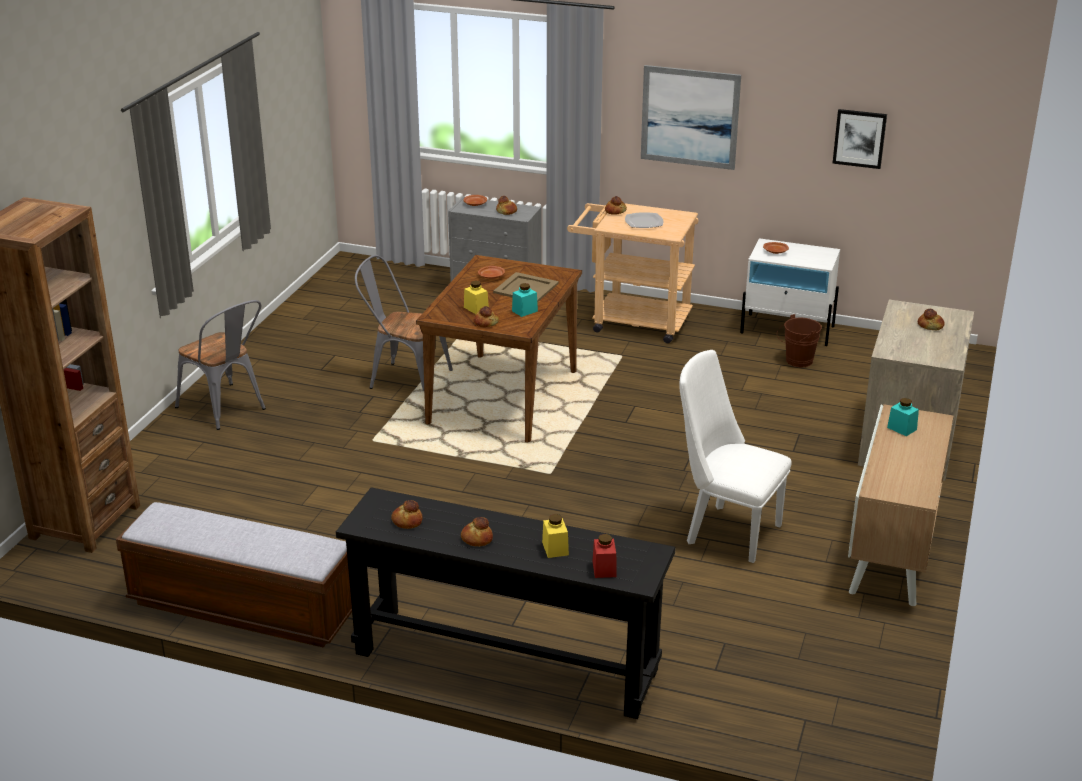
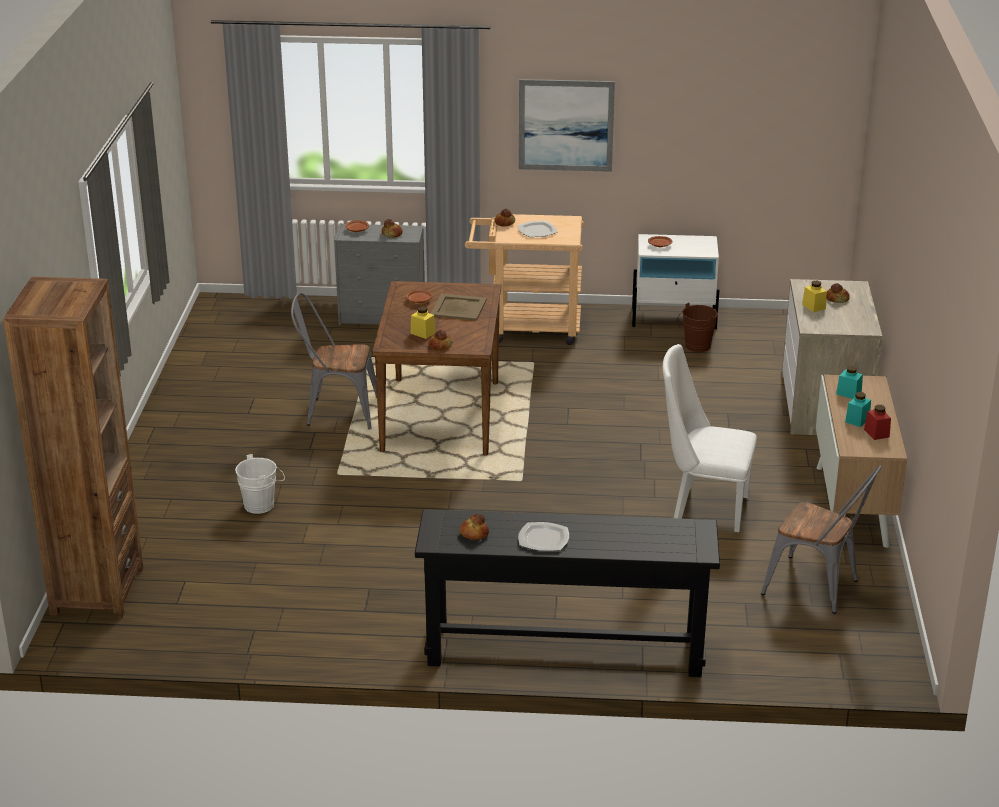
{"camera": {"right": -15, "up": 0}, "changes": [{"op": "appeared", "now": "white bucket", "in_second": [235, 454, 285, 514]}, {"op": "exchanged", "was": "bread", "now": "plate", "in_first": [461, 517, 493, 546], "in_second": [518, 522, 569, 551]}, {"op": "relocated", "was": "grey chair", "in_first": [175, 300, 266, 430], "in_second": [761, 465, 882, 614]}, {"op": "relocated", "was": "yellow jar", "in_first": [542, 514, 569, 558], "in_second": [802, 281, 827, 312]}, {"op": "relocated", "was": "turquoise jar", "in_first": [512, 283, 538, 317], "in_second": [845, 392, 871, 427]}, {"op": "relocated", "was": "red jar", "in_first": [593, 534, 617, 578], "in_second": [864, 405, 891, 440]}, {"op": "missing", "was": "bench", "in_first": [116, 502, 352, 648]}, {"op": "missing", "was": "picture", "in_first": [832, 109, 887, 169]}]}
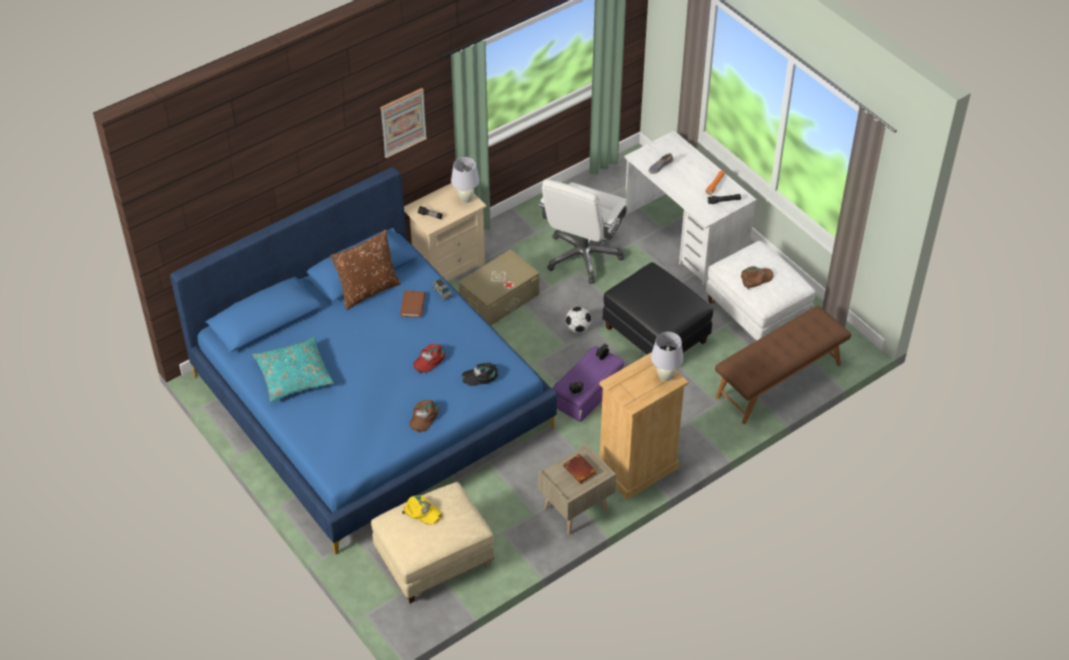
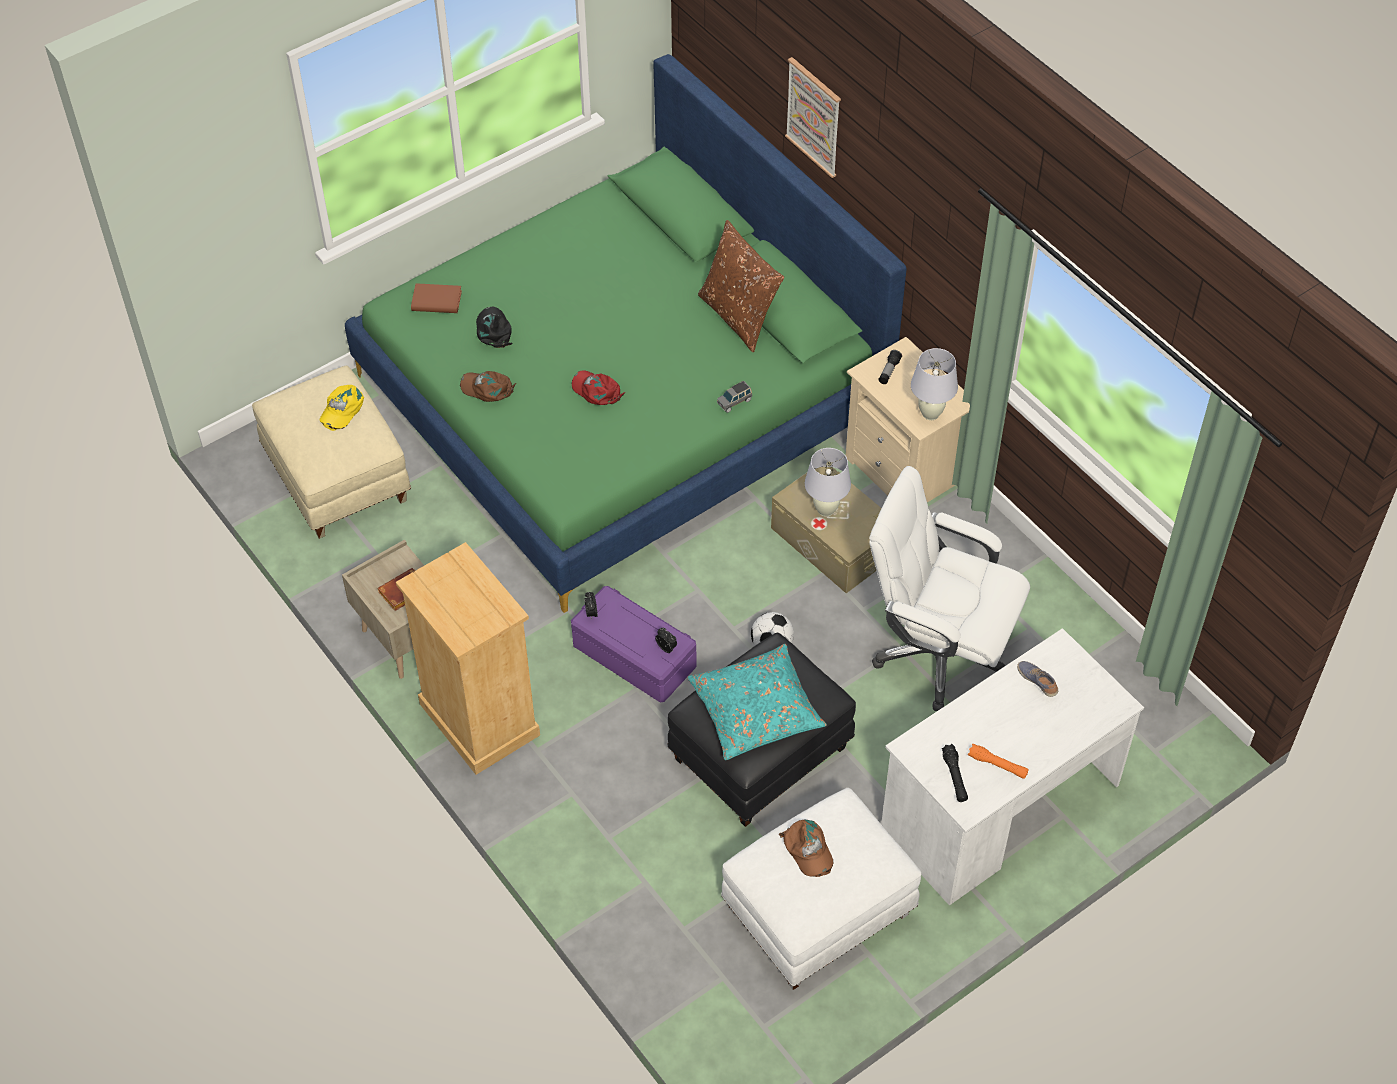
{"camera": {"right": 90, "up": 5}, "changes": [{"op": "colour", "was": "blue bed", "now": "green bed", "in_first": [170, 167, 557, 555], "in_second": [345, 54, 907, 613]}, {"op": "relocated", "was": "brown book", "in_first": [400, 291, 425, 318], "in_second": [411, 283, 462, 313]}, {"op": "relocated", "was": "black cap", "in_first": [462, 363, 498, 386], "in_second": [476, 306, 512, 348]}, {"op": "relocated", "was": "turquoise pillow", "in_first": [252, 336, 334, 402], "in_second": [687, 644, 827, 760]}, {"op": "relocated", "was": "picture", "in_first": [380, 88, 427, 159], "in_second": [785, 57, 841, 178]}, {"op": "relocated", "was": "white table lamp", "in_first": [651, 332, 684, 382], "in_second": [805, 448, 851, 517]}, {"op": "missing", "was": "brown bench", "in_first": [715, 305, 851, 424]}]}
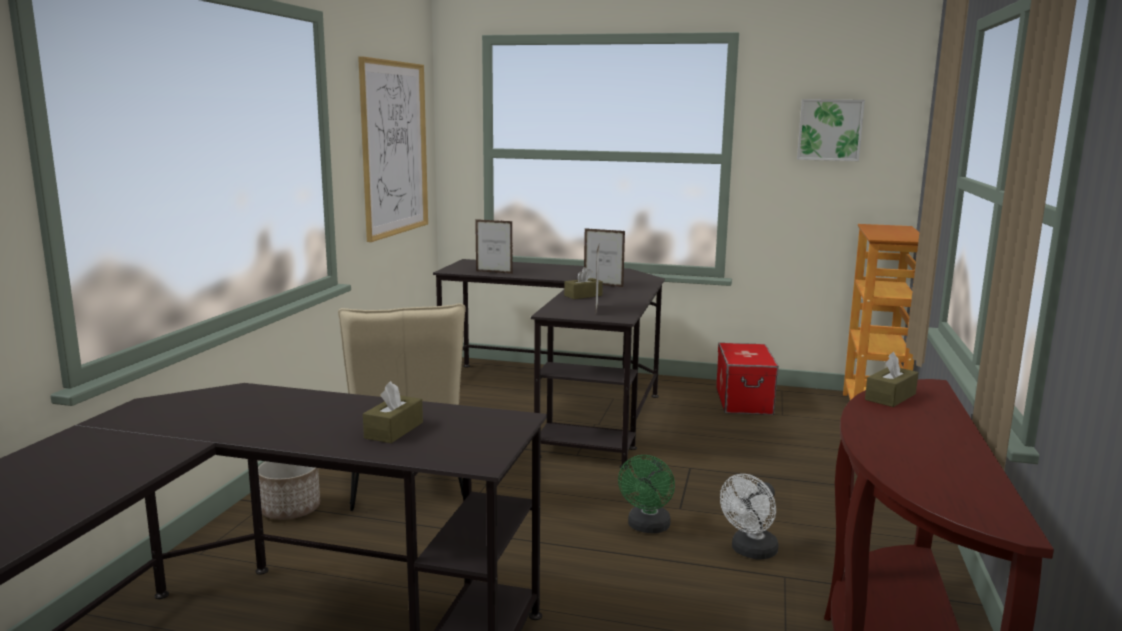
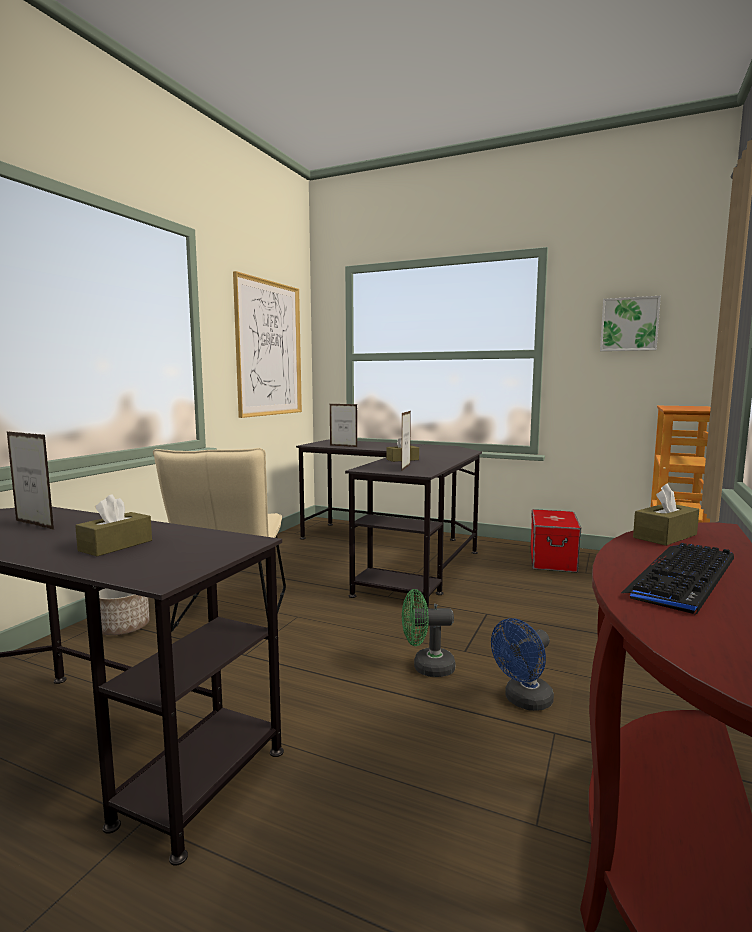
{"camera": {"right": 10, "up": -5}, "changes": [{"op": "relocated", "was": "picture frame", "in_first": [584, 228, 625, 287], "in_second": [7, 431, 54, 530]}, {"op": "spun", "was": "green fan", "in_first": [618, 455, 675, 533], "in_second": [402, 589, 455, 677], "clockwise": 60}, {"op": "colour", "was": "white fan", "now": "blue fan", "in_first": [720, 474, 779, 559], "in_second": [491, 618, 554, 711]}, {"op": "appeared", "now": "keyboard", "in_second": [621, 543, 734, 615]}]}
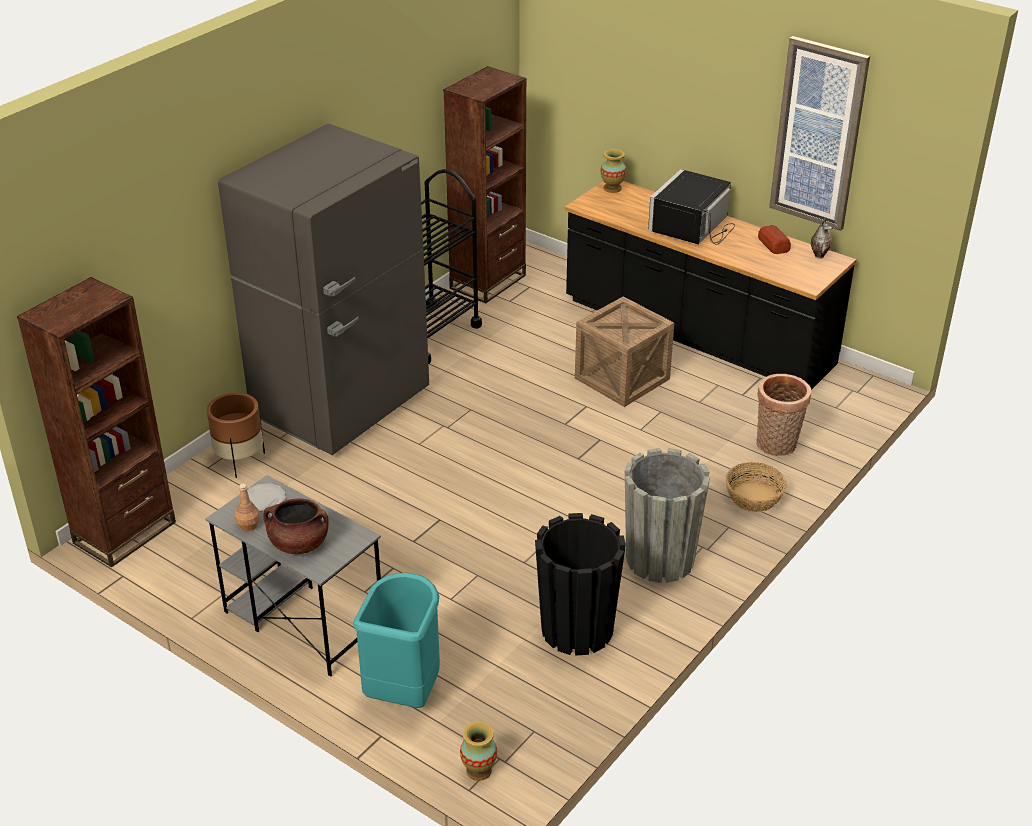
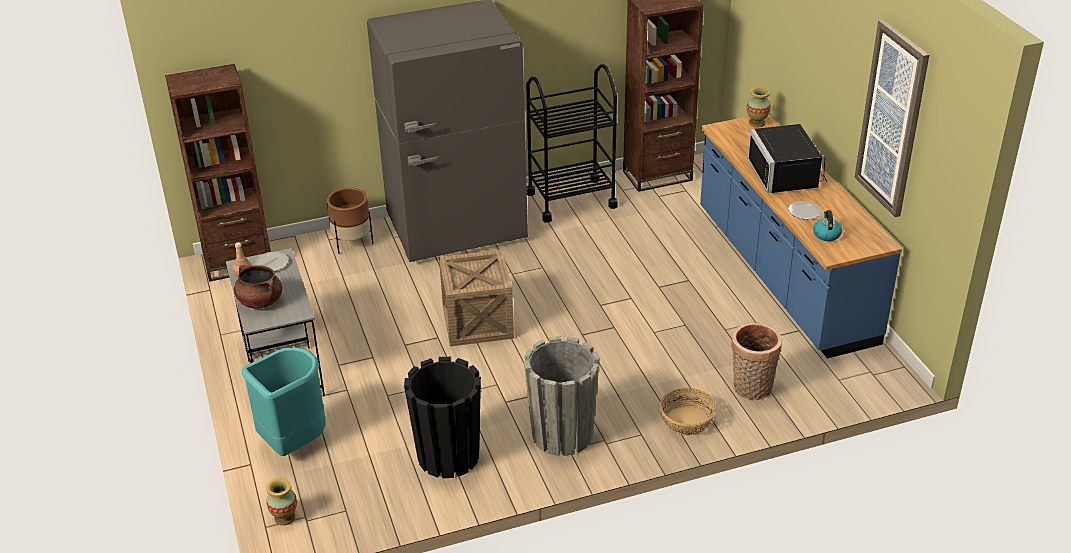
{"camera": {"right": 35, "up": 0}, "changes": [{"op": "relocated", "was": "crate", "in_first": [575, 296, 674, 407], "in_second": [439, 250, 514, 346]}, {"op": "colour", "was": "black counter", "now": "blue counter", "in_first": [565, 181, 856, 390], "in_second": [700, 115, 902, 359]}, {"op": "spun", "was": "black microwave", "in_first": [648, 169, 735, 245], "in_second": [748, 124, 827, 193], "clockwise": -75}, {"op": "appeared", "now": "plate", "in_second": [788, 201, 822, 220]}, {"op": "appeared", "now": "kettle", "in_second": [813, 210, 842, 241]}, {"op": "missing", "was": "bread", "in_first": [758, 225, 791, 254]}, {"op": "missing", "was": "vase", "in_first": [811, 218, 833, 259]}]}
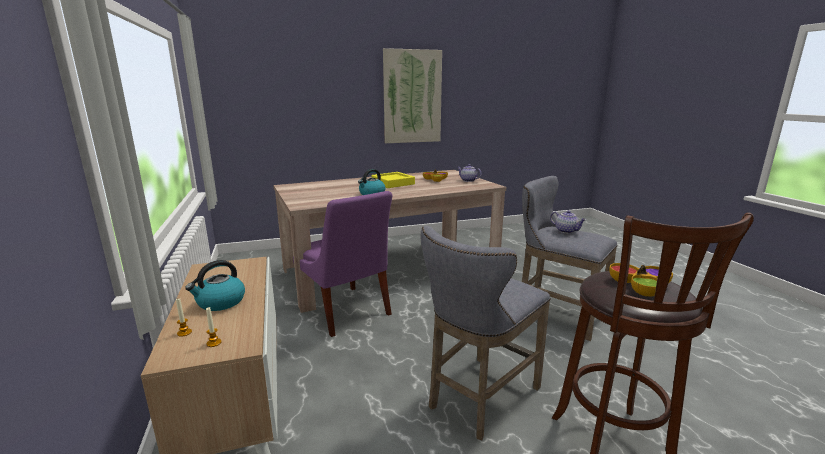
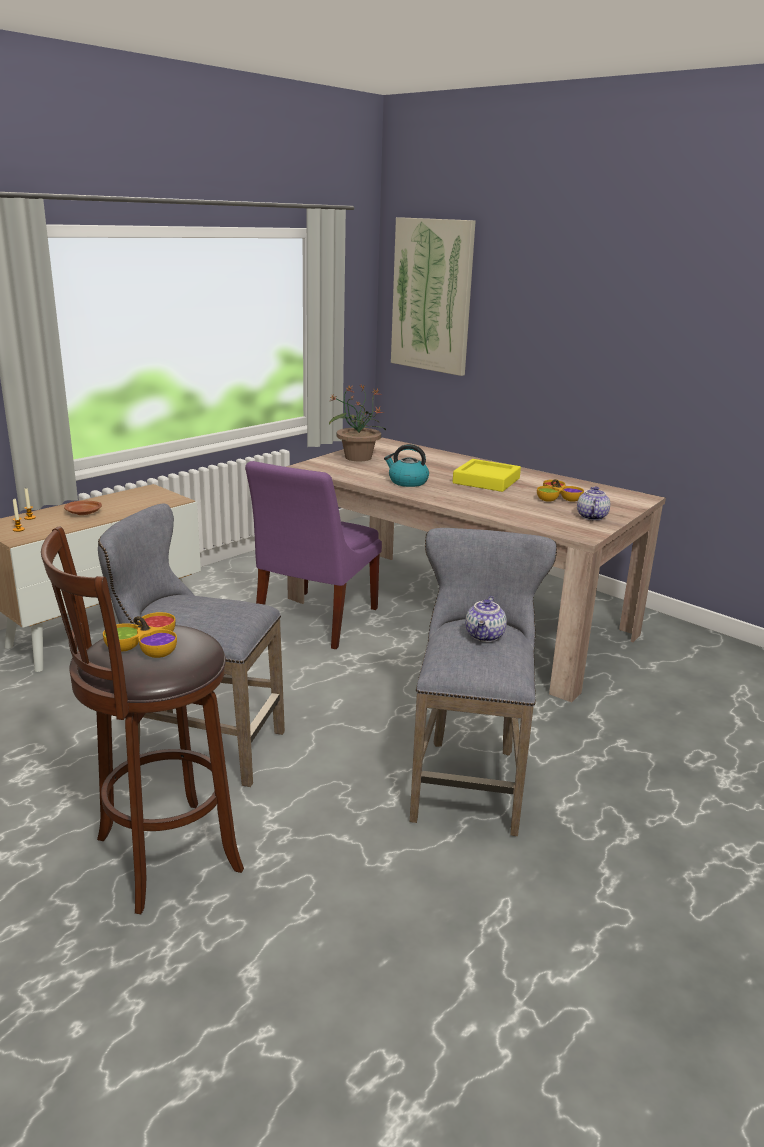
{"camera": {"right": 60, "up": 5}, "changes": [{"op": "exchanged", "was": "kettle", "now": "brown plate", "in_first": [185, 260, 245, 311], "in_second": [64, 501, 102, 515]}, {"op": "appeared", "now": "potted plant", "in_second": [329, 385, 386, 461]}, {"op": "relocated", "was": "picture", "in_first": [383, 48, 442, 143], "in_second": [391, 217, 476, 376]}]}
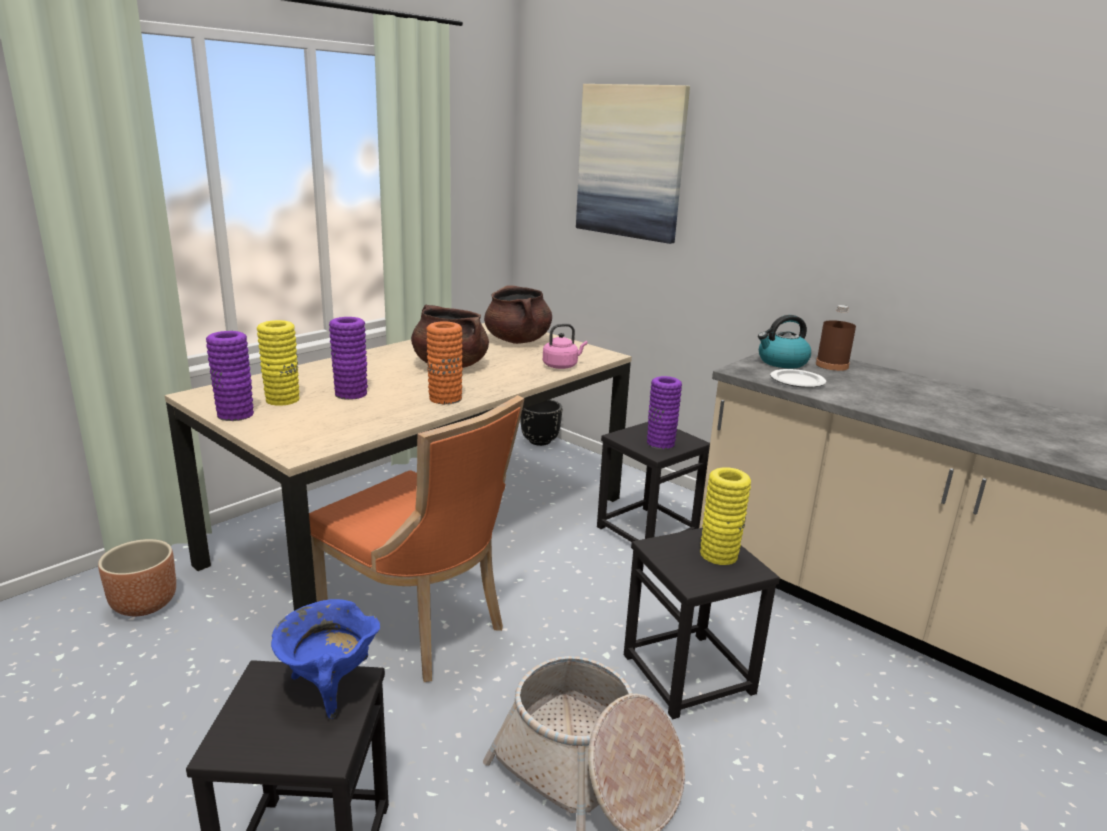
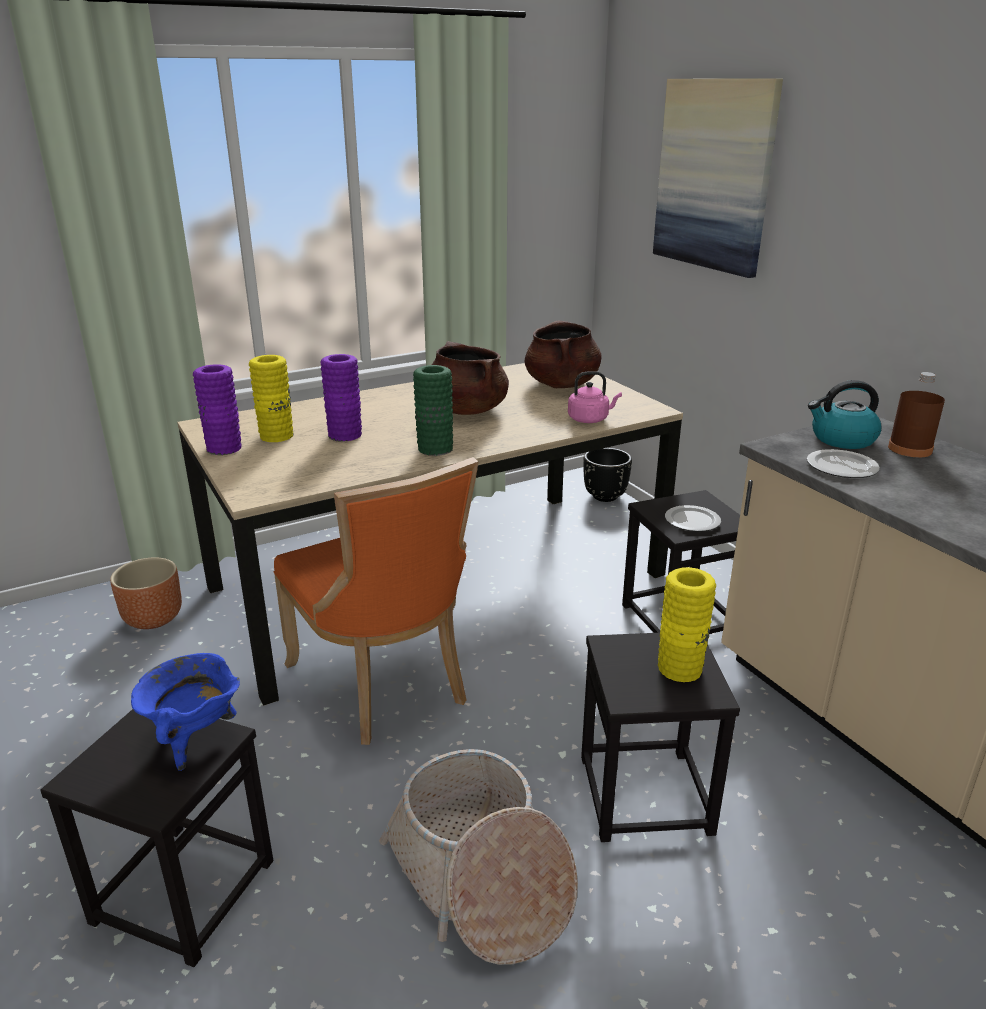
{"camera": {"right": 20, "up": 5}, "changes": [{"op": "colour", "was": "orange vase", "now": "green vase", "in_first": [426, 322, 463, 404], "in_second": [413, 365, 453, 456]}, {"op": "exchanged", "was": "purple vase", "now": "plate", "in_first": [647, 376, 682, 449], "in_second": [665, 505, 721, 532]}]}
